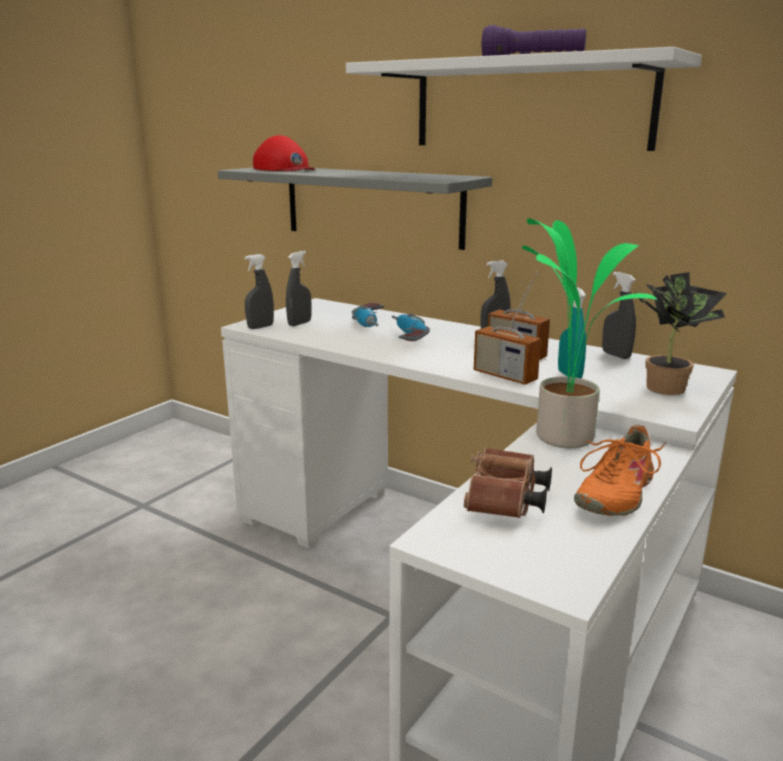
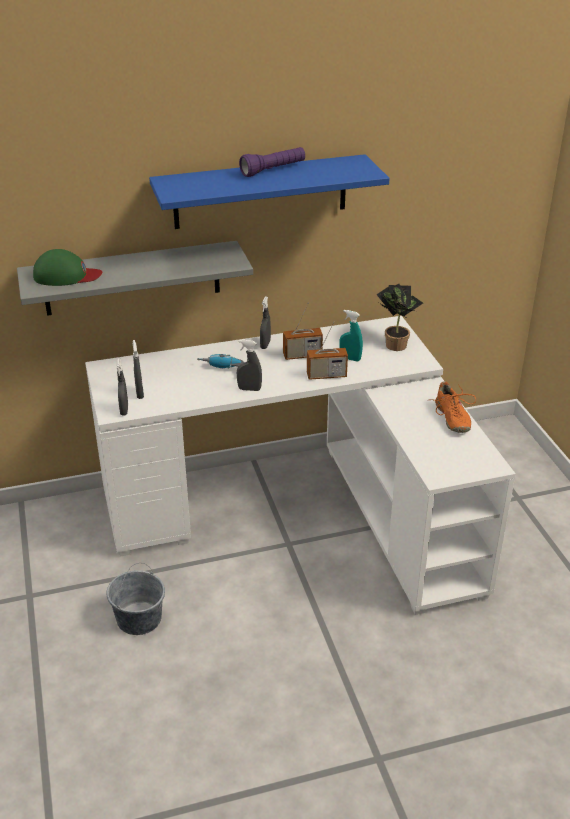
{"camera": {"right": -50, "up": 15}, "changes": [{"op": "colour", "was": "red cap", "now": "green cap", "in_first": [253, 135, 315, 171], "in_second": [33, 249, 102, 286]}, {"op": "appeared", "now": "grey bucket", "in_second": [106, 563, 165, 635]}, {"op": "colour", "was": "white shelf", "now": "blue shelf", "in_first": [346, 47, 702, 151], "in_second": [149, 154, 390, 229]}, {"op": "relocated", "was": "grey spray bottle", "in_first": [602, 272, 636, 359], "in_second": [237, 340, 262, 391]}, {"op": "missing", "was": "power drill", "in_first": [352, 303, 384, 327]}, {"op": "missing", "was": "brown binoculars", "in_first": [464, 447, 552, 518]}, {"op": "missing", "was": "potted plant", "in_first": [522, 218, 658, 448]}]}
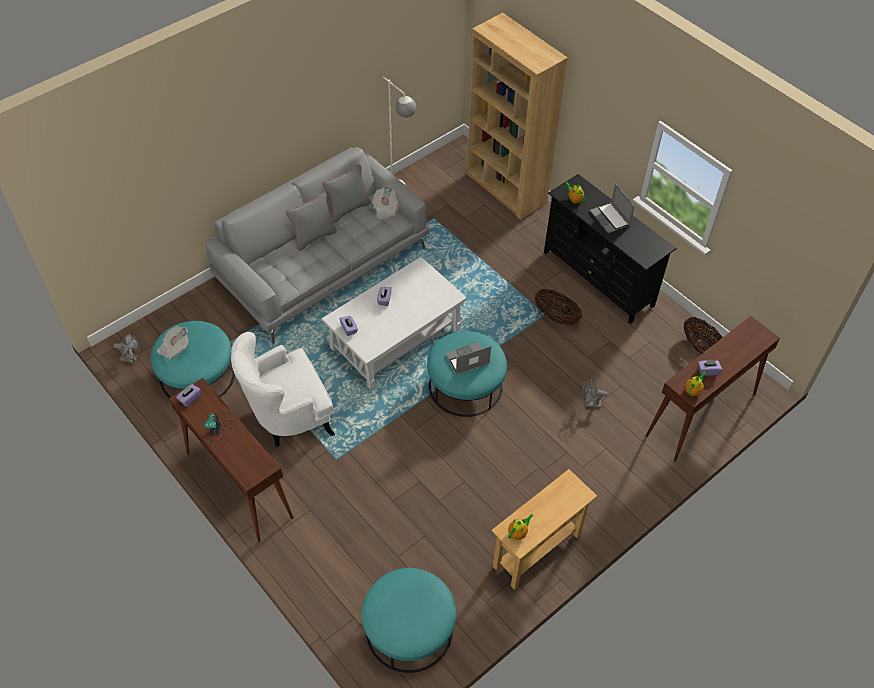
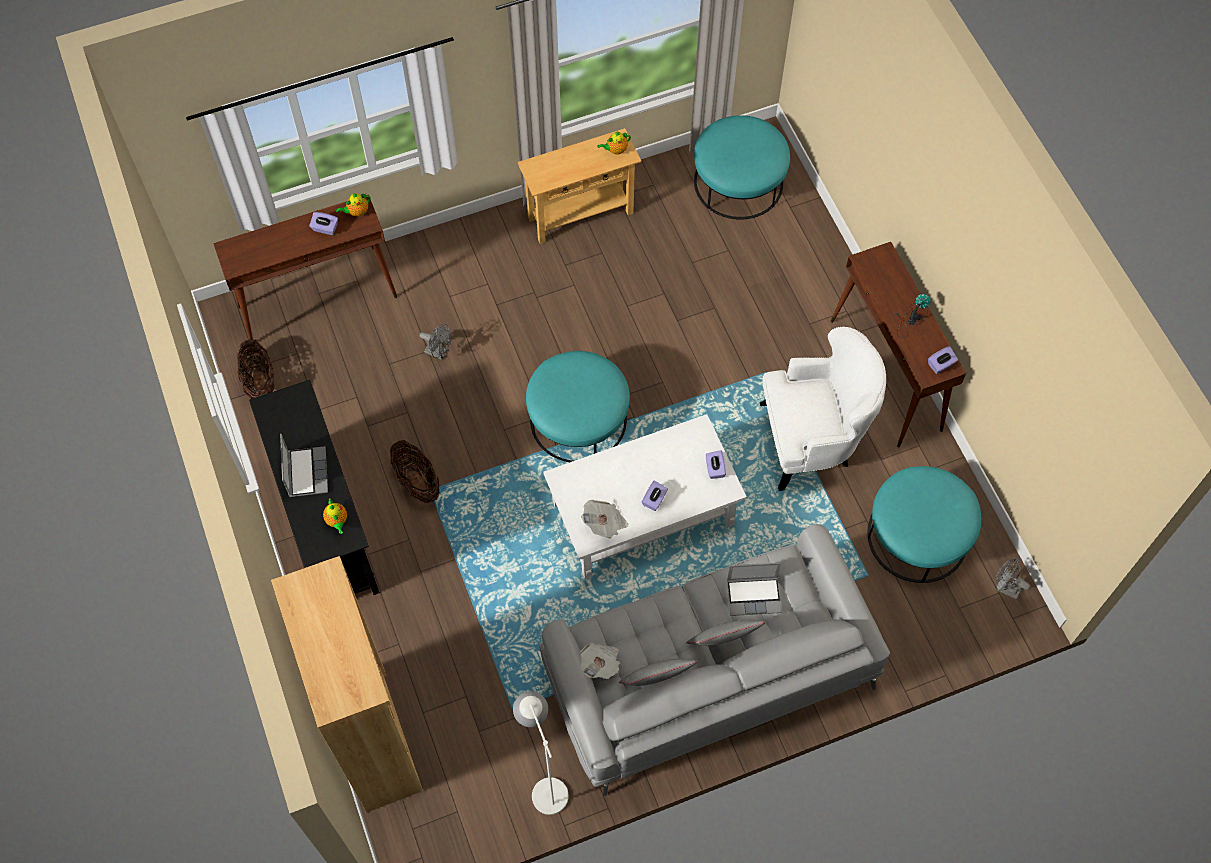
{"camera": {"right": -160, "up": 10}, "changes": [{"op": "relocated", "was": "newspaper", "in_first": [157, 325, 189, 360], "in_second": [581, 500, 628, 539]}, {"op": "relocated", "was": "laptop", "in_first": [446, 342, 491, 375], "in_second": [727, 563, 782, 616]}]}
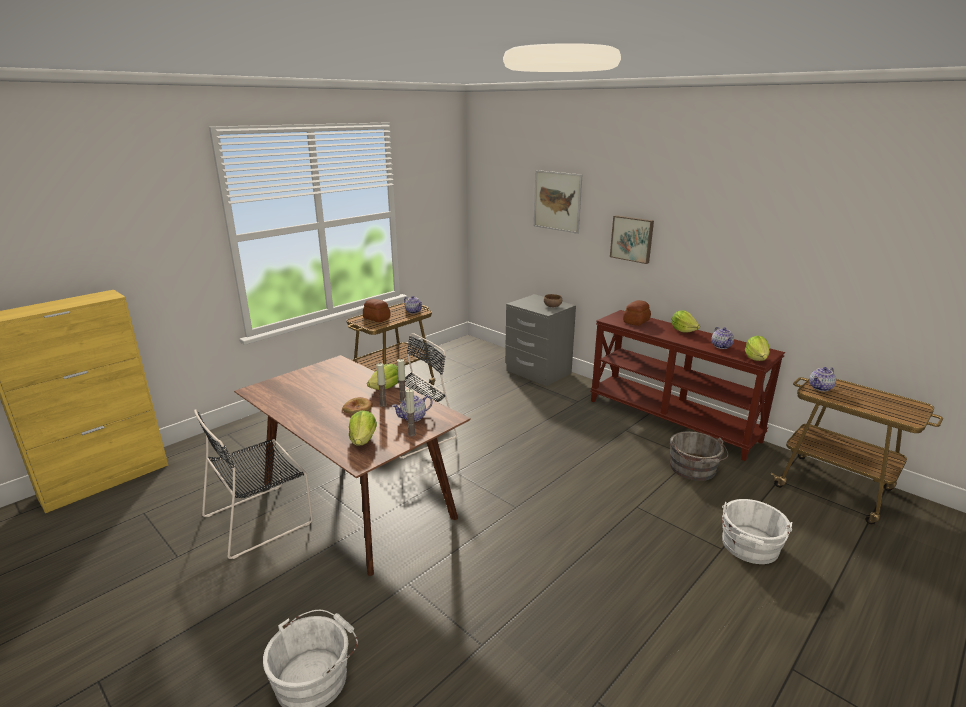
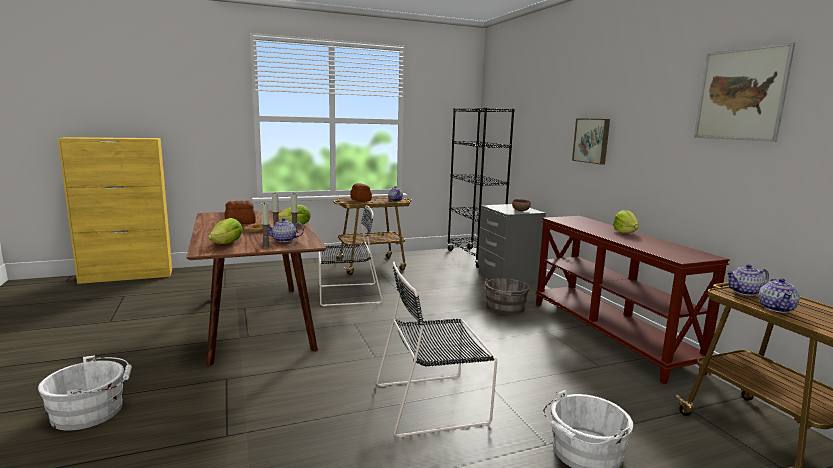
{"camera": {"right": 25, "up": -10}, "changes": [{"op": "relocated", "was": "bread", "in_first": [623, 300, 651, 326], "in_second": [225, 201, 256, 224]}, {"op": "relocated", "was": "black chair", "in_first": [194, 409, 313, 559], "in_second": [376, 262, 497, 438]}, {"op": "appeared", "now": "black bookcase", "in_second": [447, 108, 515, 268]}, {"op": "relocated", "was": "grey bucket", "in_first": [670, 431, 728, 481], "in_second": [484, 278, 530, 315]}, {"op": "relocated", "was": "picture", "in_first": [534, 170, 583, 234], "in_second": [694, 42, 795, 142]}, {"op": "relocated", "was": "teapot", "in_first": [711, 327, 734, 349], "in_second": [759, 278, 799, 313]}, {"op": "missing", "was": "lettuce", "in_first": [745, 336, 770, 361]}]}
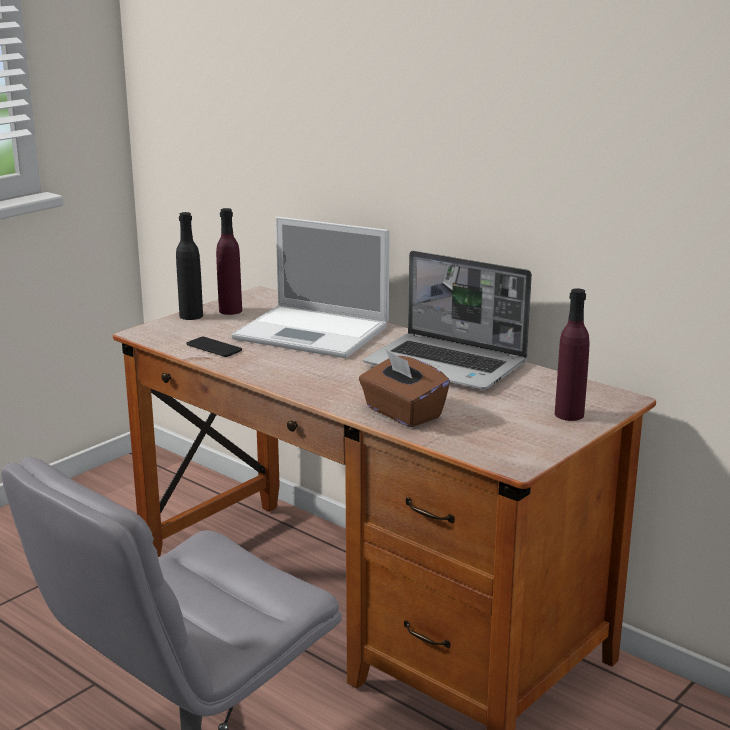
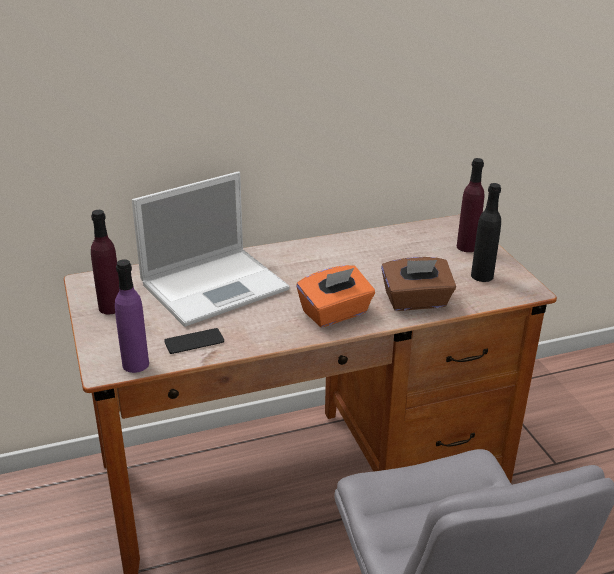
{"camera": {"right": -60, "up": 10}, "changes": [{"op": "appeared", "now": "purple bottle", "in_second": [115, 259, 149, 373]}, {"op": "appeared", "now": "orange tissue box", "in_second": [296, 265, 375, 327]}, {"op": "relocated", "was": "black bottle", "in_first": [176, 212, 203, 320], "in_second": [471, 183, 501, 282]}, {"op": "missing", "was": "laptop", "in_first": [363, 251, 532, 390]}]}
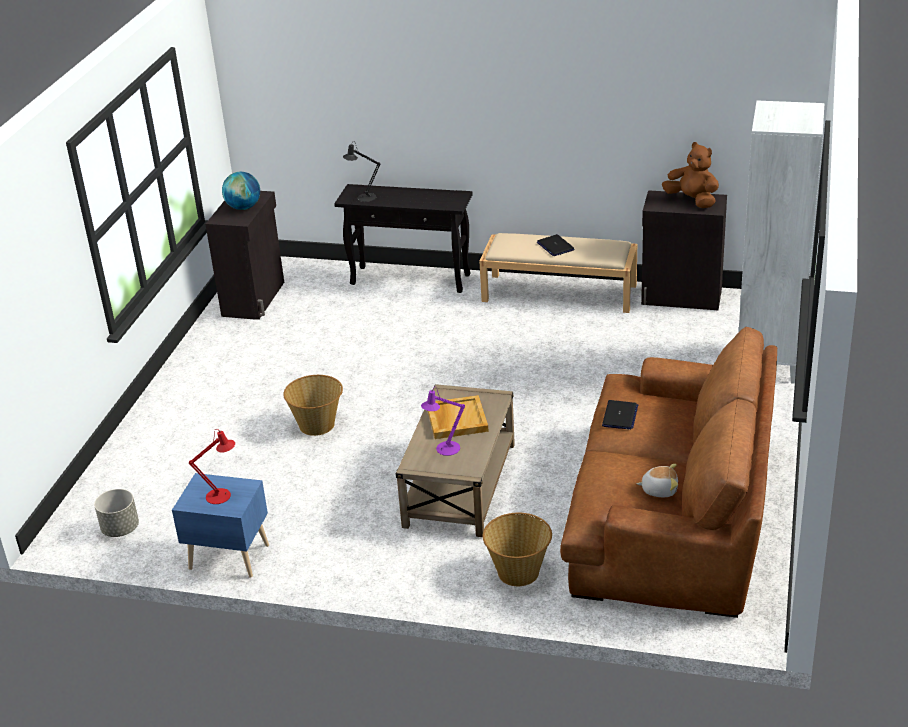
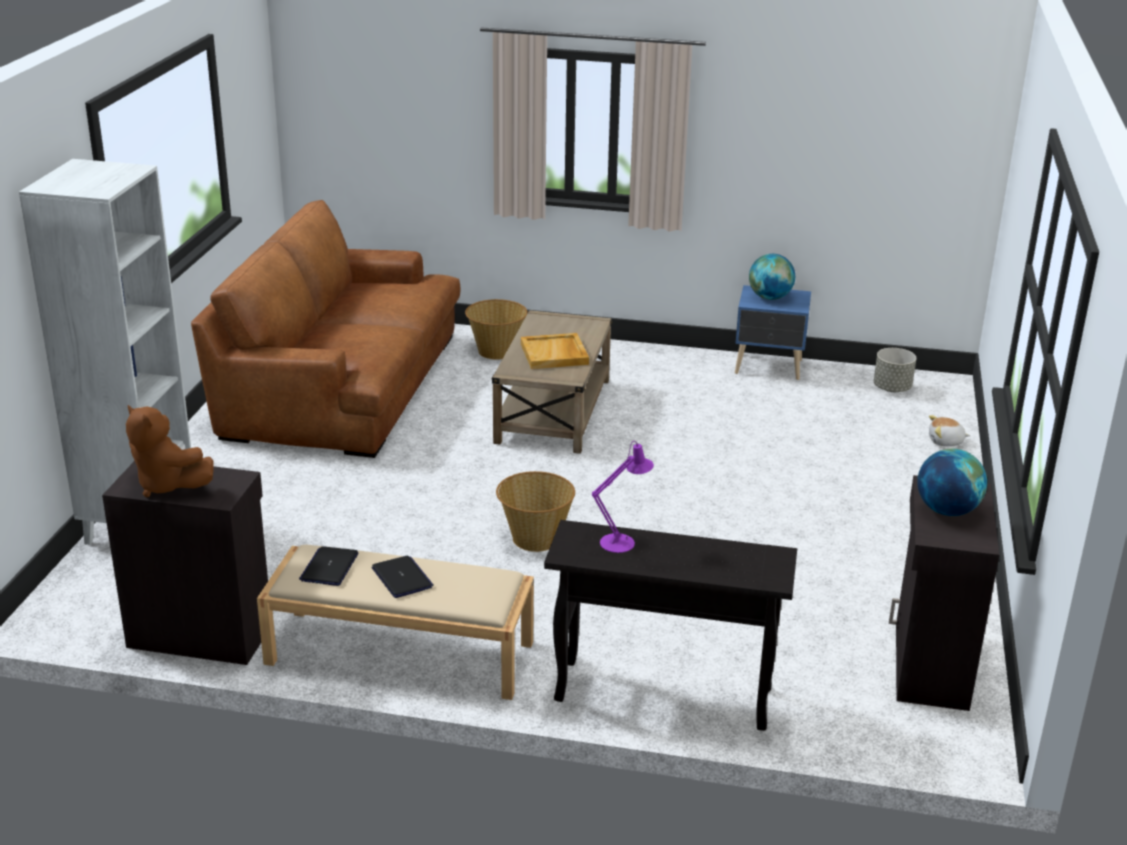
{"camera": {"right": 175, "up": -5}, "changes": [{"op": "relocated", "was": "laptop", "in_first": [602, 400, 638, 430], "in_second": [299, 546, 358, 586]}, {"op": "relocated", "was": "basket", "in_first": [283, 375, 343, 436], "in_second": [496, 471, 575, 552]}, {"op": "relocated", "was": "purple table lamp", "in_first": [421, 387, 465, 456], "in_second": [592, 441, 654, 553]}, {"op": "exchanged", "was": "red table lamp", "now": "globe", "in_first": [189, 429, 235, 504], "in_second": [749, 254, 795, 300]}, {"op": "relocated", "was": "plush toy", "in_first": [637, 464, 678, 497], "in_second": [929, 415, 970, 446]}, {"op": "missing", "was": "black table lamp", "in_first": [343, 141, 381, 202]}]}
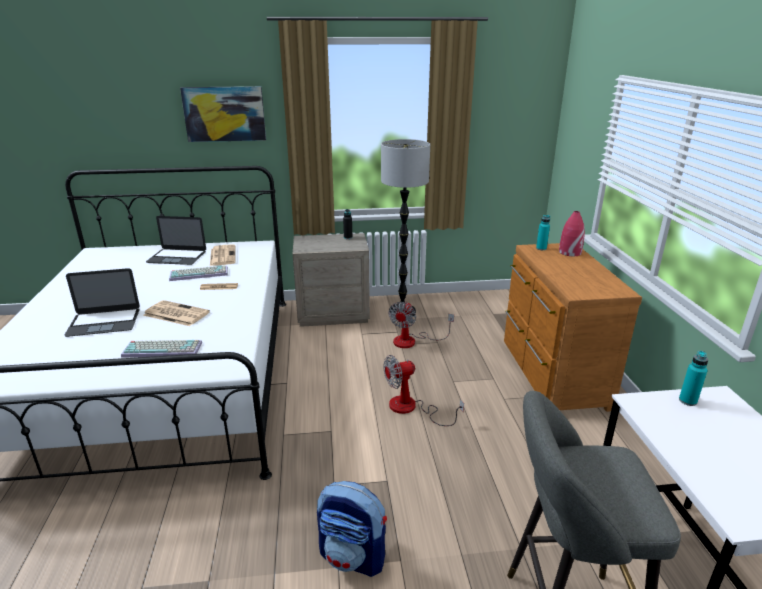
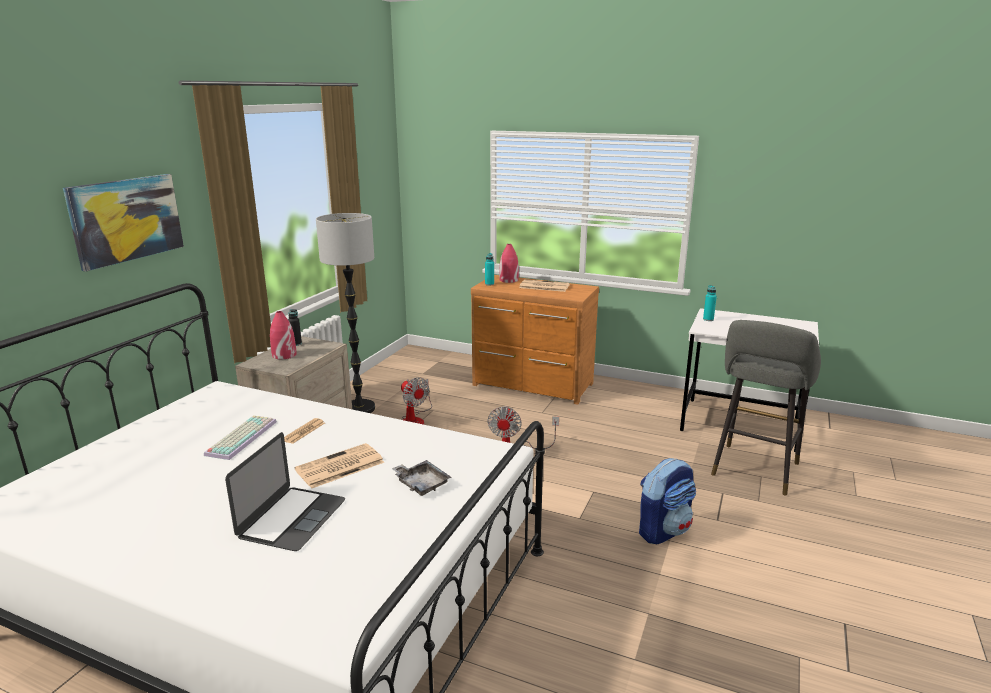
{"camera": {"right": -60, "up": -5}, "changes": [{"op": "appeared", "now": "red vase", "in_second": [270, 311, 297, 359]}, {"op": "exchanged", "was": "keyboard", "now": "grey tray", "in_first": [121, 340, 202, 358], "in_second": [392, 460, 451, 496]}, {"op": "relocated", "was": "newspaper", "in_first": [210, 244, 236, 266], "in_second": [519, 279, 570, 292]}, {"op": "missing", "was": "laptop", "in_first": [146, 216, 206, 265]}]}
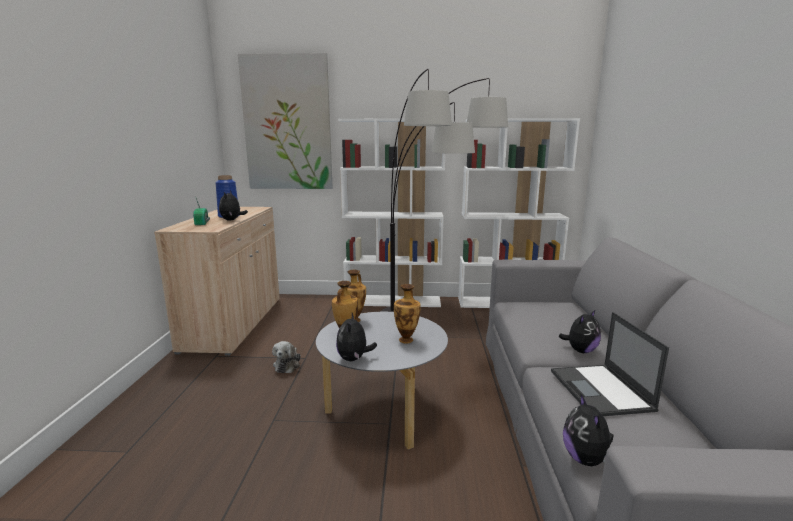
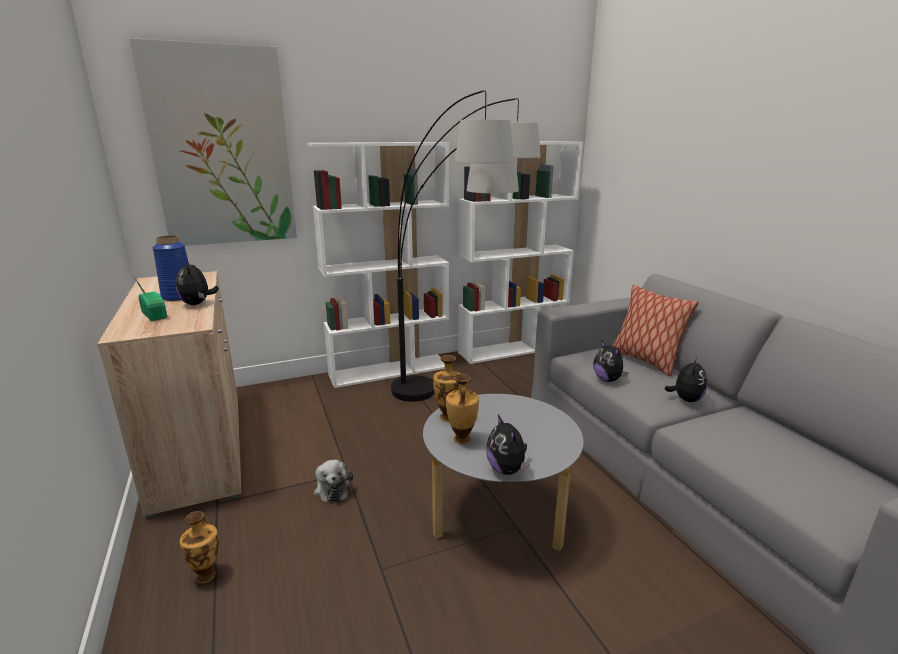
{"camera": {"right": -25, "up": 5}, "changes": [{"op": "relocated", "was": "vase", "in_first": [394, 284, 421, 344], "in_second": [179, 511, 219, 584]}, {"op": "relocated", "was": "plush toy", "in_first": [563, 394, 614, 466], "in_second": [593, 340, 629, 382]}, {"op": "appeared", "now": "pillow", "in_second": [613, 284, 698, 376]}, {"op": "missing", "was": "laptop", "in_first": [551, 312, 669, 416]}]}
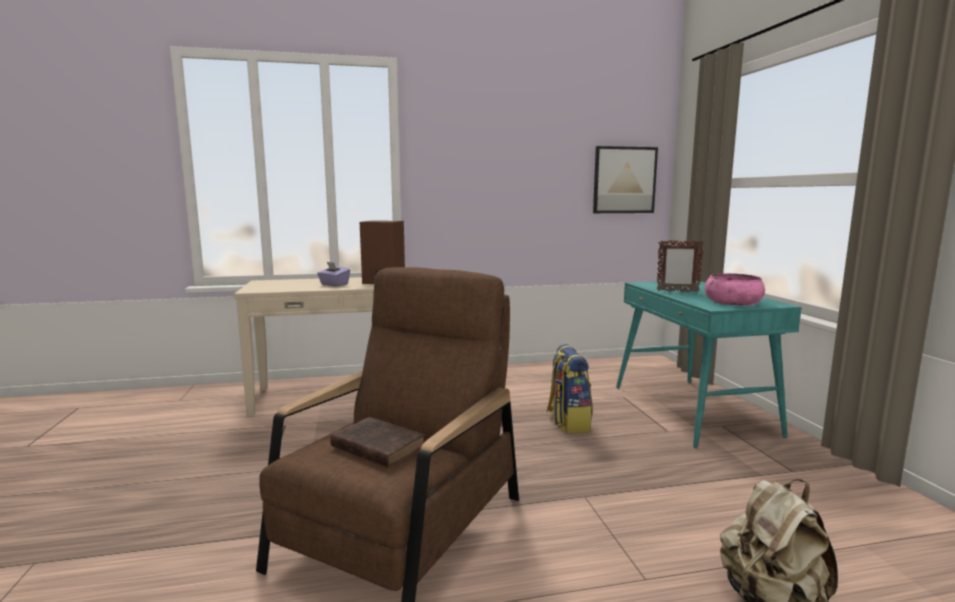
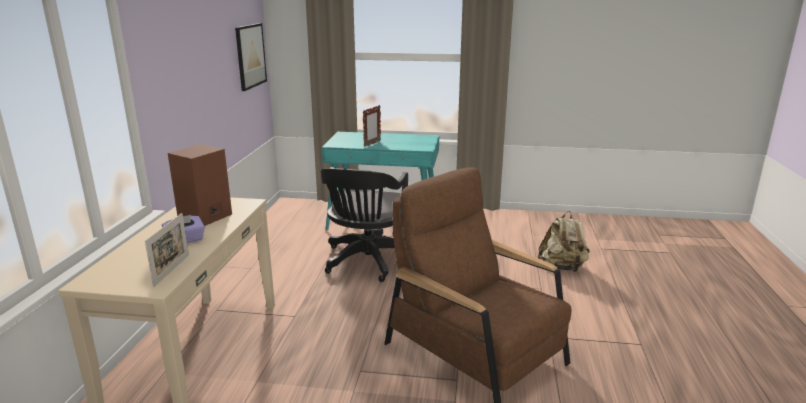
{"camera": {"right": -70, "up": 10}, "changes": [{"op": "appeared", "now": "picture frame", "in_second": [145, 213, 189, 287]}, {"op": "exchanged", "was": "backpack", "now": "black office chair", "in_first": [547, 344, 593, 433], "in_second": [321, 167, 408, 282]}, {"op": "missing", "was": "brown book", "in_first": [330, 417, 425, 468]}, {"op": "missing", "was": "pink bowl", "in_first": [705, 273, 765, 306]}]}
